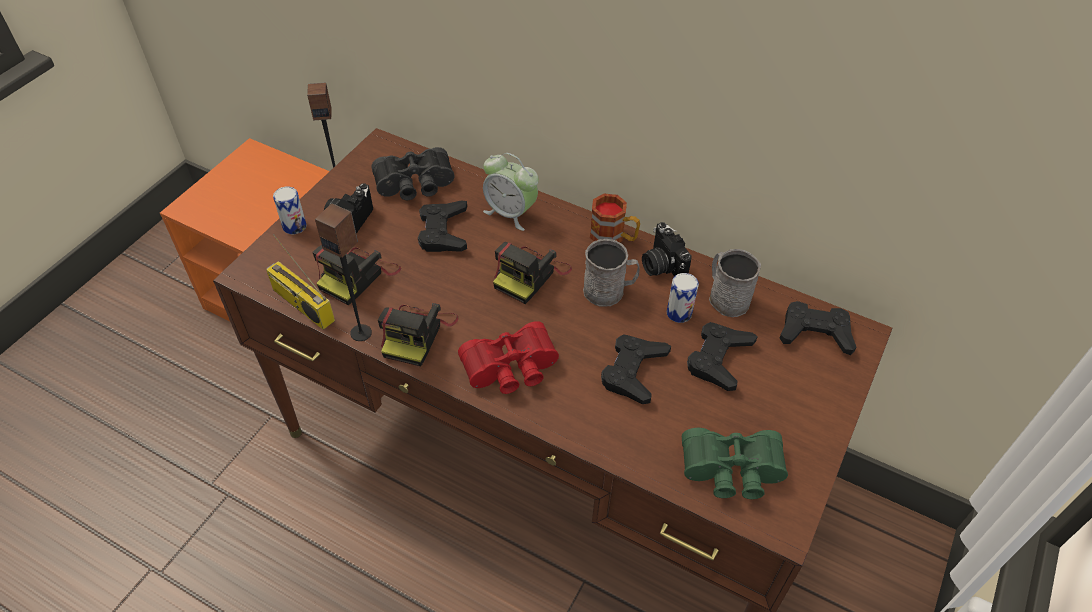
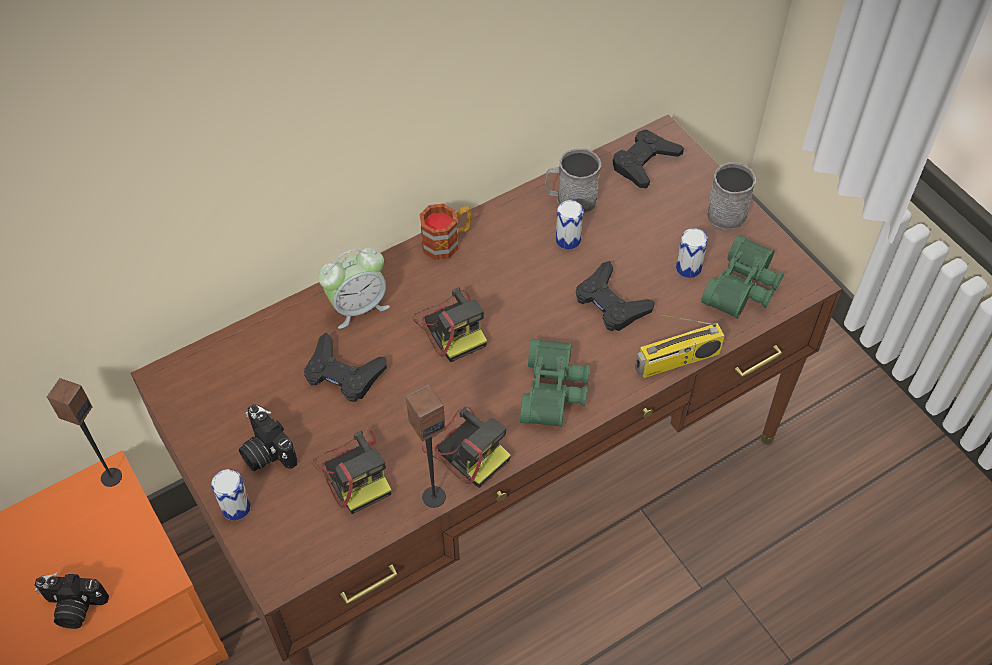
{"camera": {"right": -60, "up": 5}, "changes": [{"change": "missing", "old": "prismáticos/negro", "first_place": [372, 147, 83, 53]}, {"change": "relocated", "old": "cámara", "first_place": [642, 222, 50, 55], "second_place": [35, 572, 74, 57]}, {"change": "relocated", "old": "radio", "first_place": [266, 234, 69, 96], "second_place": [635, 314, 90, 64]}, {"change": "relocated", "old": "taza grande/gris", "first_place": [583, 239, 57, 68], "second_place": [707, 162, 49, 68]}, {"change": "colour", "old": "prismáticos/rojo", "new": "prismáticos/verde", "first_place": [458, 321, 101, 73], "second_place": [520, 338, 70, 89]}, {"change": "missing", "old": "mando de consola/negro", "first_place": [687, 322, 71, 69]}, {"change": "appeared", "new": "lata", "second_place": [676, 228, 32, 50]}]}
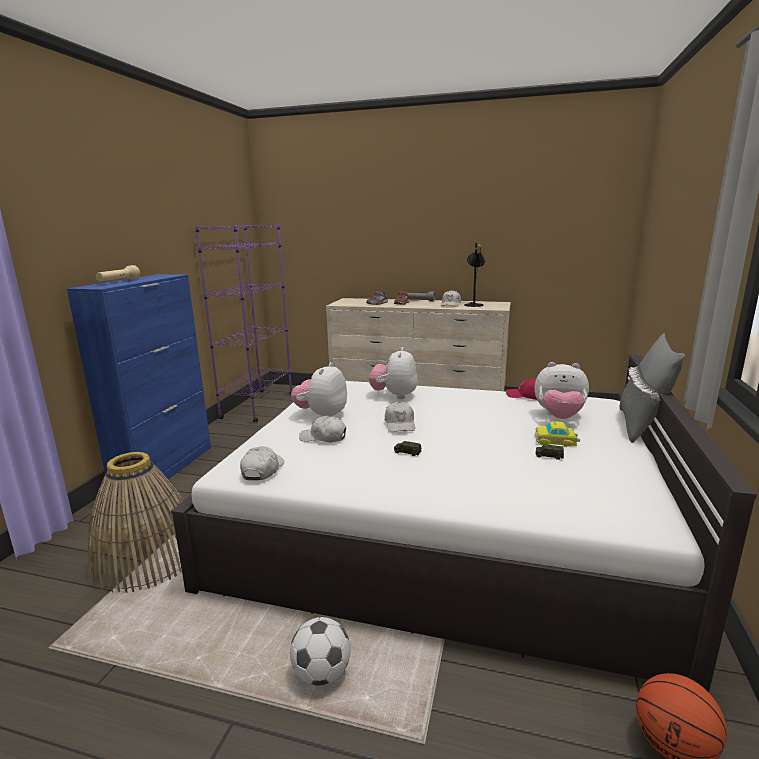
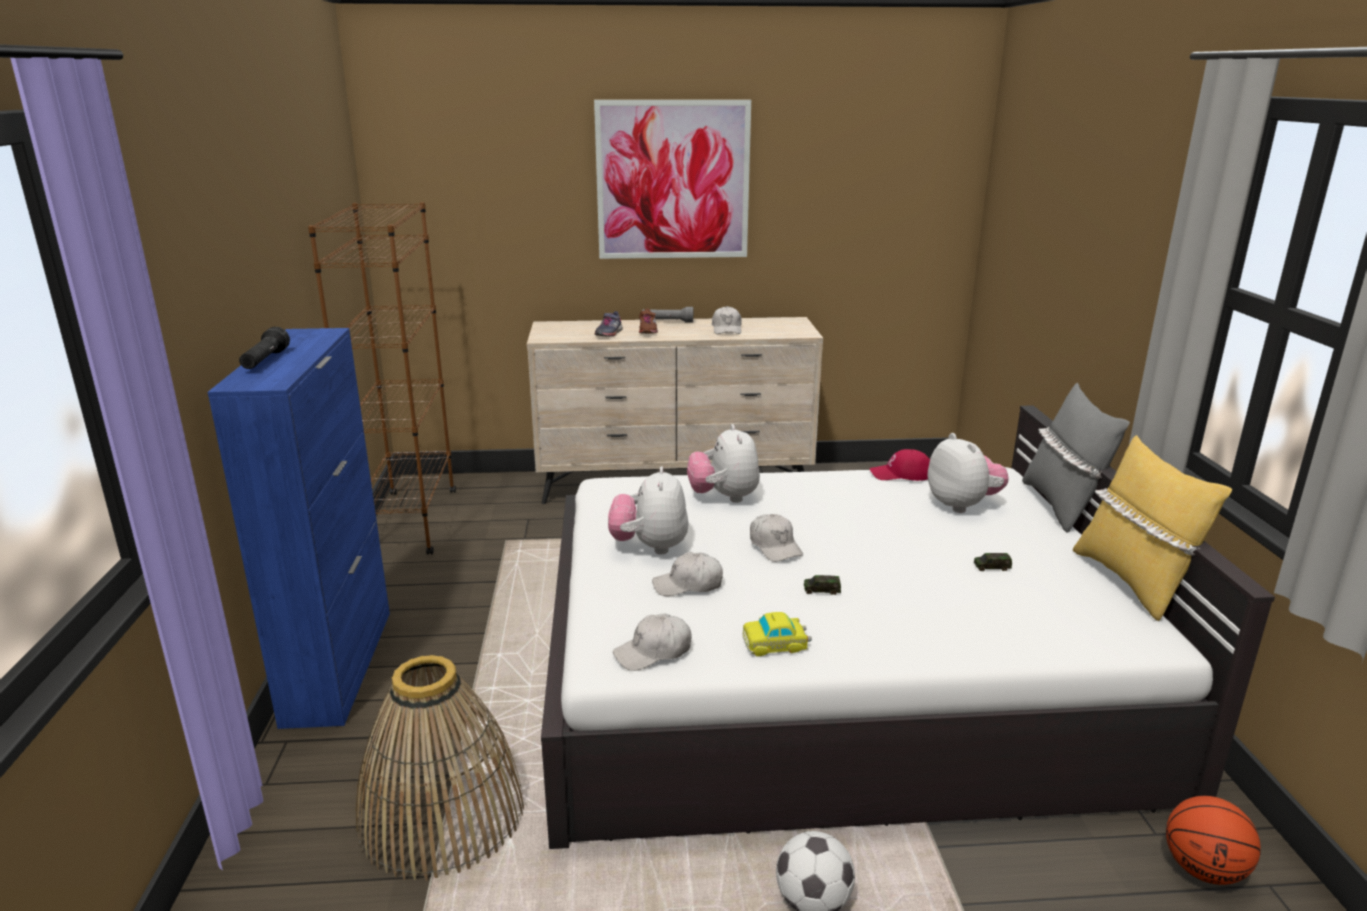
{"camera": {"right": -20, "up": 5}, "changes": [{"change": "colour", "old": "estantería/morado", "new": "estantería/marrón", "first_place": [195, 224, 97, 198], "second_place": [308, 202, 148, 353]}, {"change": "missing", "old": "lámpara de mesa/negro", "first_place": [464, 243, 21, 64]}, {"change": "colour", "old": "linterna/beis", "new": "linterna/negro", "first_place": [96, 265, 44, 17], "second_place": [239, 327, 51, 42]}, {"change": "spun", "old": "peluche", "first_place": [534, 362, 55, 57], "second_place": [927, 433, 82, 80], "degrees": -105}, {"change": "relocated", "old": "coche de juguete", "first_place": [535, 421, 45, 26], "second_place": [742, 612, 70, 45]}, {"change": "spun", "old": "gorra/blanco", "first_place": [240, 446, 44, 34], "second_place": [613, 613, 79, 58], "degrees": -105}, {"change": "appeared", "new": "cuadro", "second_place": [594, 100, 157, 159]}, {"change": "appeared", "new": "cojín/amarillo", "second_place": [1073, 435, 159, 186]}]}
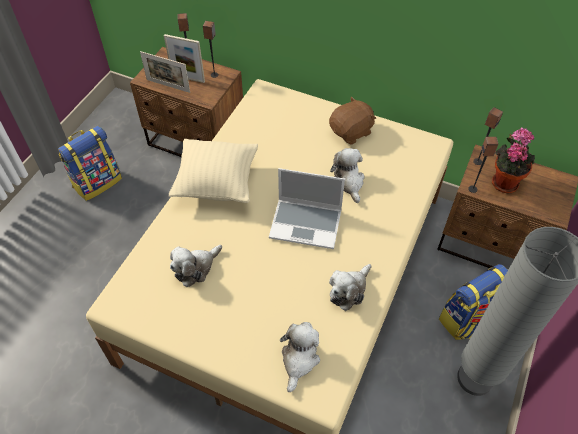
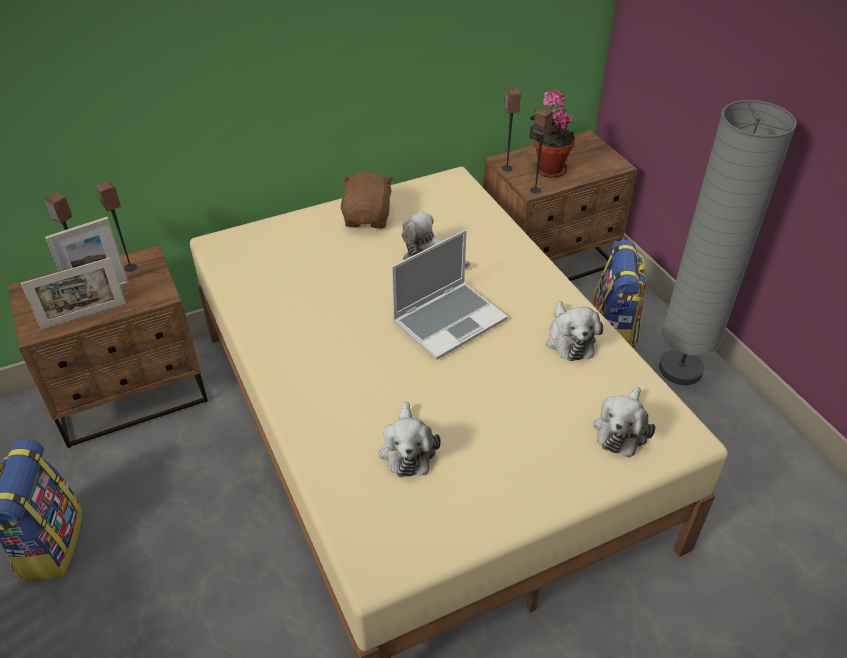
{"camera": {"right": -50, "up": -10}, "changes": [{"change": "missing", "old": "cojín/beis", "first_place": [169, 139, 89, 64]}, {"change": "spun", "old": "peluche", "first_place": [280, 322, 40, 70], "second_place": [593, 387, 63, 70], "degrees": -120}]}
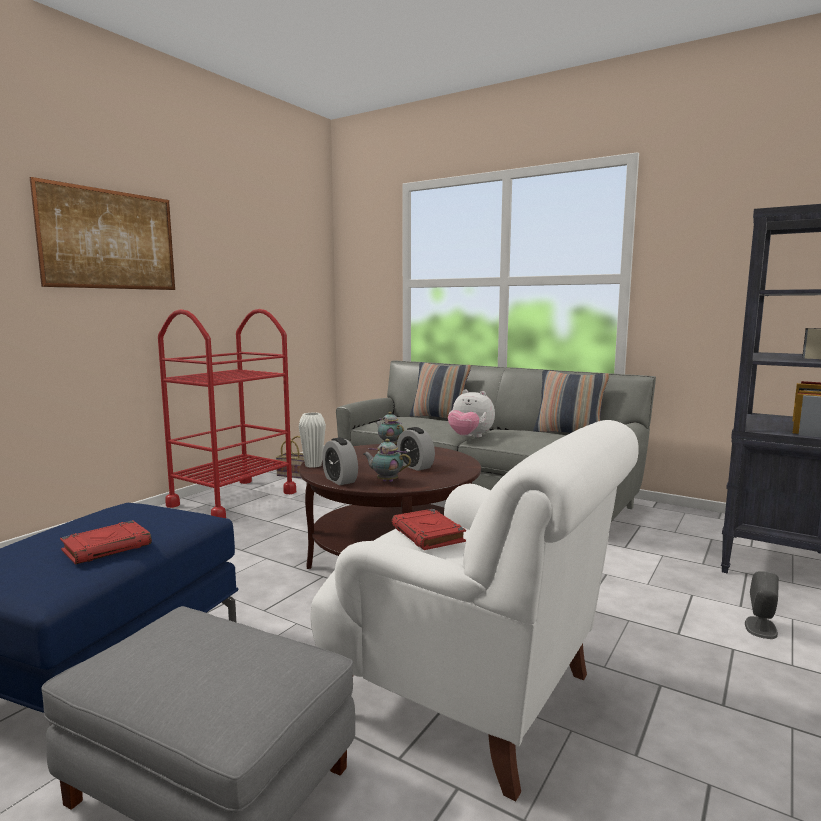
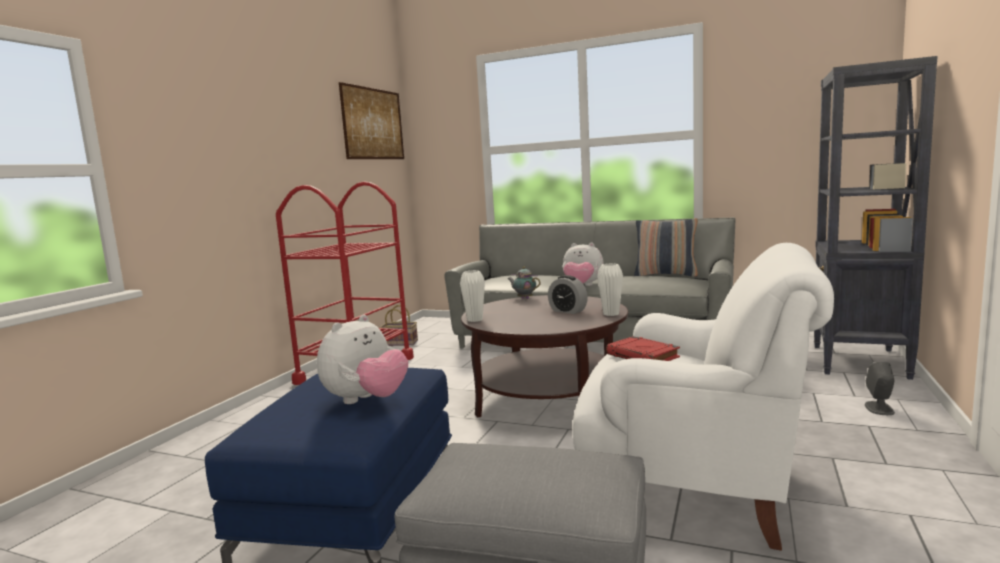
{"camera": {"right": -10, "up": 0}, "changes": [{"change": "relocated", "old": "cuadro", "first_place": [30, 177, 145, 113], "second_place": [339, 82, 65, 77]}, {"change": "missing", "old": "cojín", "first_place": [410, 362, 61, 56]}, {"change": "missing", "old": "despertador", "first_place": [322, 438, 36, 47]}, {"change": "missing", "old": "tetera", "first_place": [364, 439, 47, 43]}, {"change": "exchanged", "old": "libro/rojo", "new": "peluche", "first_place": [60, 520, 92, 45], "second_place": [317, 315, 91, 89]}, {"change": "appeared", "new": "florero/blanco", "second_place": [597, 263, 26, 53]}]}
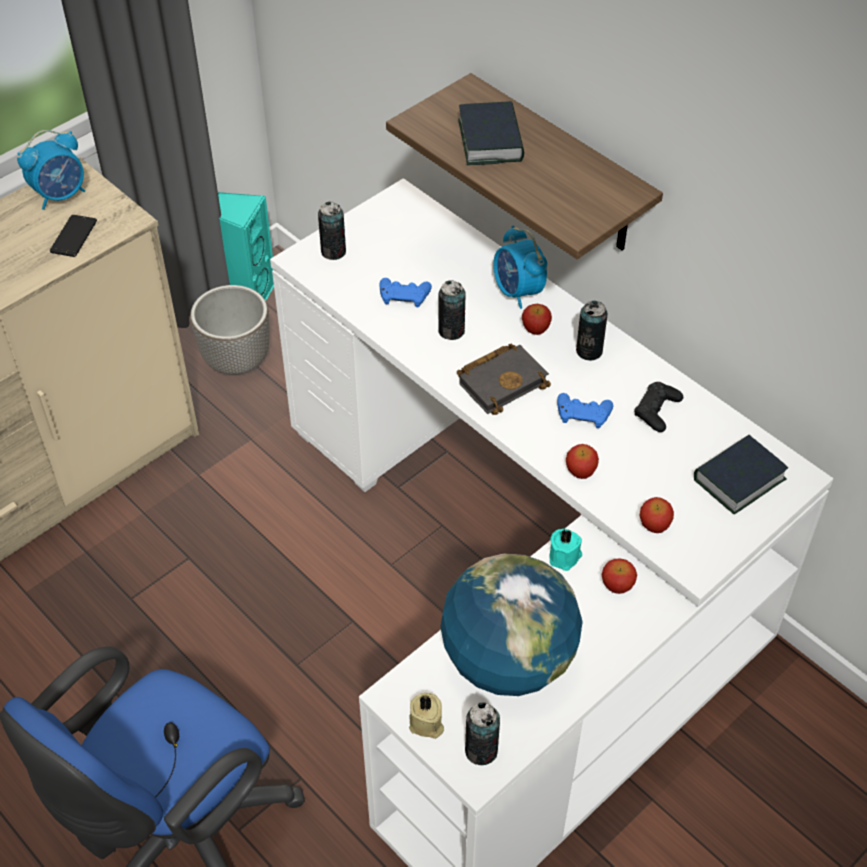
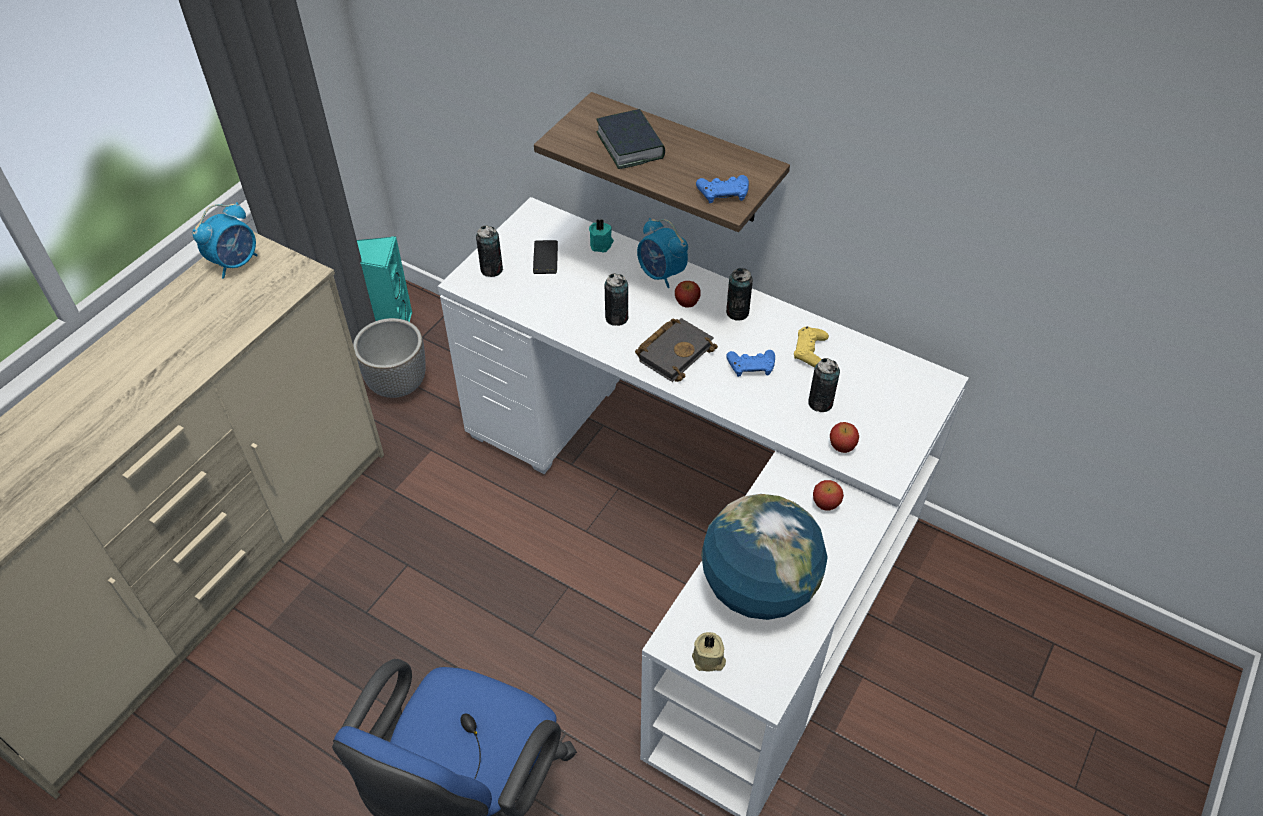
{"camera": {"right": -15, "up": 0}, "changes": [{"change": "relocated", "old": "móvil", "first_place": [50, 215, 47, 42], "second_place": [533, 240, 25, 34]}, {"change": "relocated", "old": "mando de consola/azul", "first_place": [379, 278, 53, 30], "second_place": [696, 175, 53, 28]}, {"change": "colour", "old": "mando de consola/negro", "new": "mando de consola/amarillo", "first_place": [634, 382, 49, 50], "second_place": [794, 326, 35, 41]}, {"change": "missing", "old": "libro", "first_place": [694, 435, 94, 79]}, {"change": "missing", "old": "manzana", "first_place": [566, 444, 33, 35]}, {"change": "relocated", "old": "vela/turquesa", "first_place": [549, 529, 33, 42], "second_place": [589, 219, 25, 33]}, {"change": "relocated", "old": "lata", "first_place": [465, 702, 35, 63], "second_place": [808, 358, 32, 54]}]}
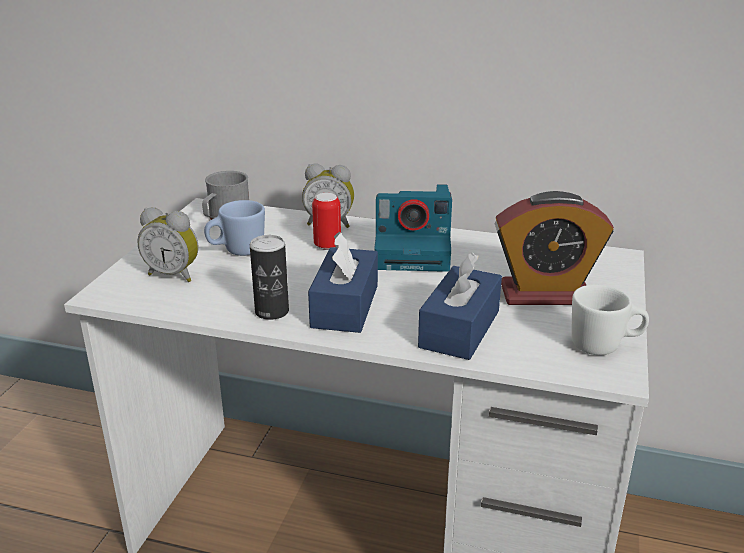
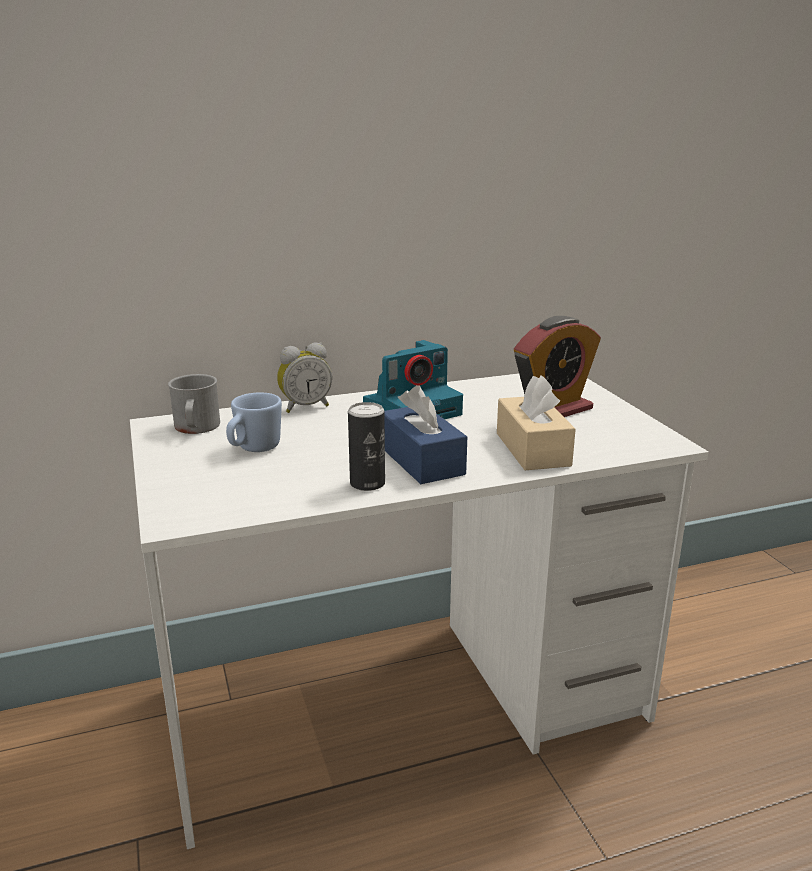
{"camera": {"right": -35, "up": -5}, "changes": [{"change": "missing", "old": "lata", "first_place": [312, 193, 29, 57]}, {"change": "missing", "old": "despertador", "first_place": [137, 207, 61, 75]}, {"change": "colour", "old": "caja de pañuelos/azul", "new": "caja de pañuelos/beis", "first_place": [418, 252, 84, 108], "second_place": [497, 375, 79, 95]}, {"change": "missing", "old": "taza grande/blanco", "first_place": [571, 285, 78, 70]}]}
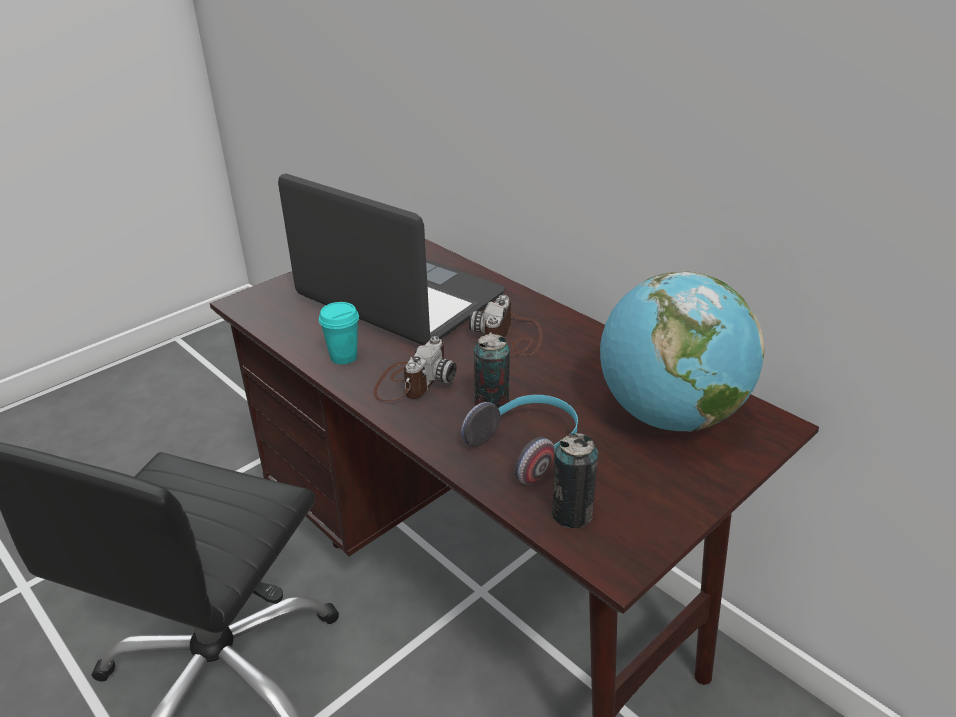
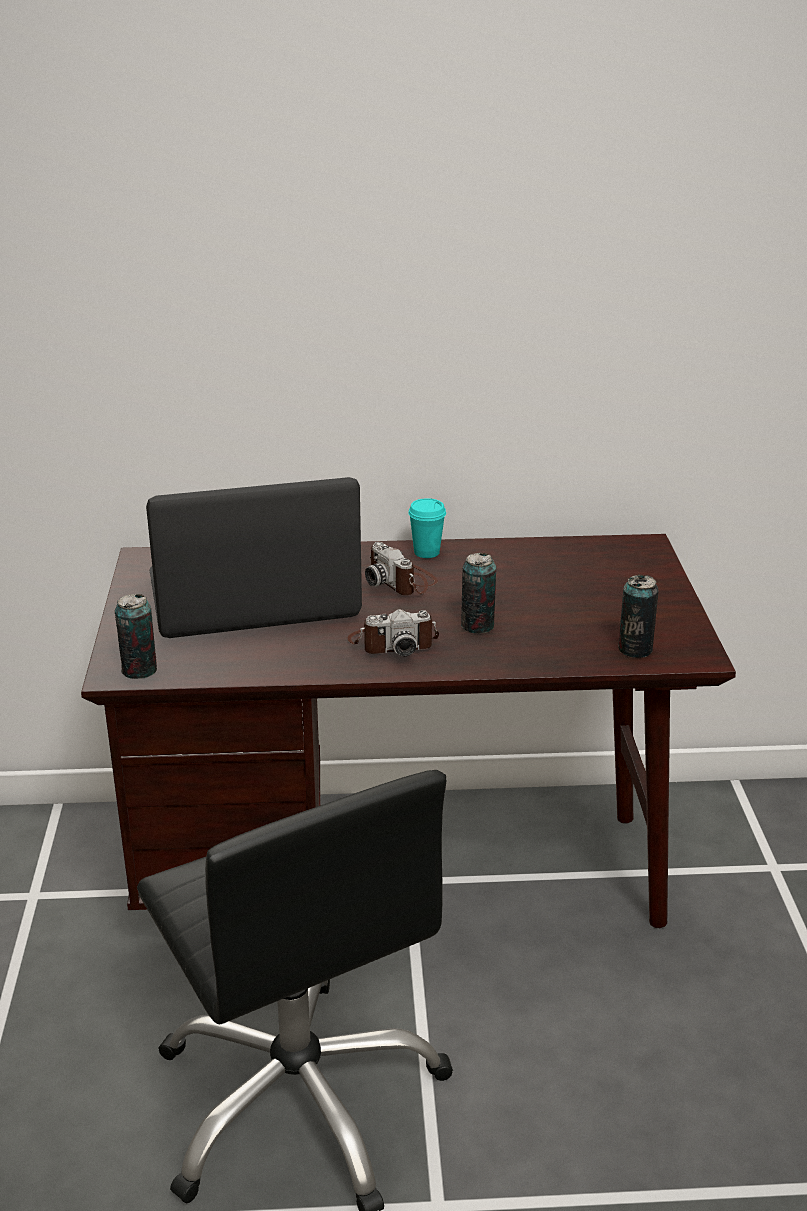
{"camera": {"right": -50, "up": -5}, "changes": [{"change": "missing", "old": "globo terráqueo", "first_place": [600, 272, 165, 160]}, {"change": "relocated", "old": "taza/turquesa", "first_place": [319, 302, 40, 62], "second_place": [408, 498, 38, 60]}, {"change": "spun", "old": "cámara", "first_place": [373, 336, 84, 66], "second_place": [347, 609, 92, 47], "degrees": 105}, {"change": "missing", "old": "auriculares", "first_place": [461, 395, 117, 90]}, {"change": "appeared", "new": "lata", "second_place": [115, 594, 42, 85]}]}
